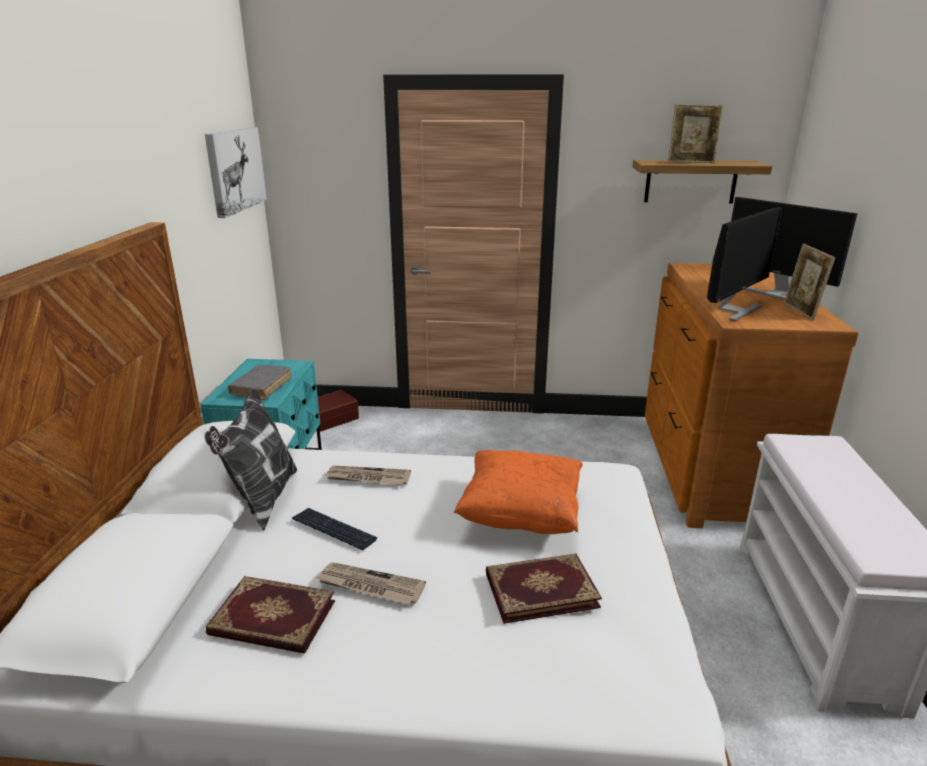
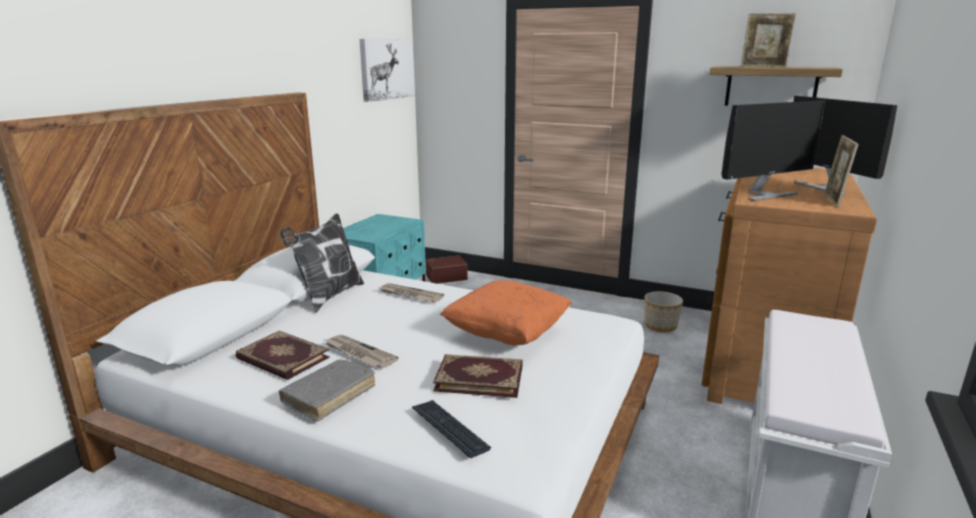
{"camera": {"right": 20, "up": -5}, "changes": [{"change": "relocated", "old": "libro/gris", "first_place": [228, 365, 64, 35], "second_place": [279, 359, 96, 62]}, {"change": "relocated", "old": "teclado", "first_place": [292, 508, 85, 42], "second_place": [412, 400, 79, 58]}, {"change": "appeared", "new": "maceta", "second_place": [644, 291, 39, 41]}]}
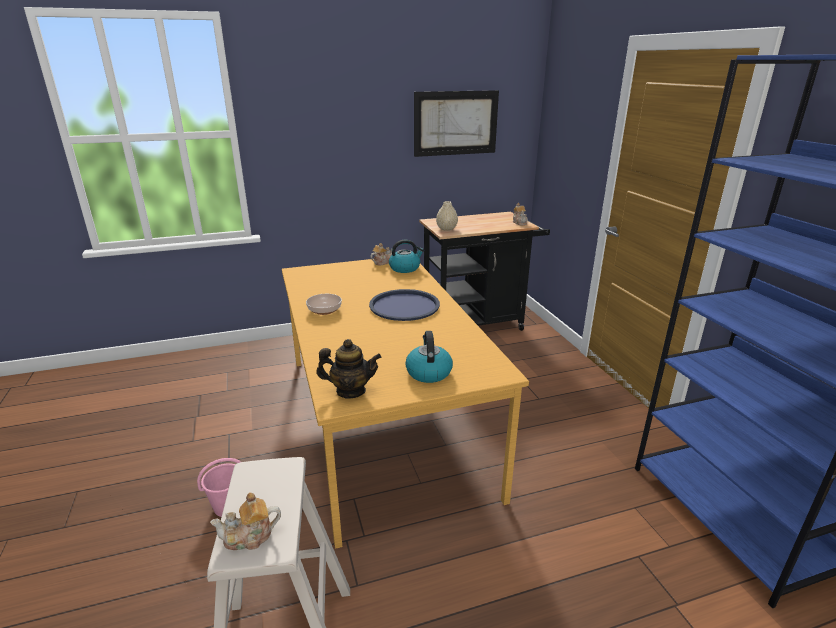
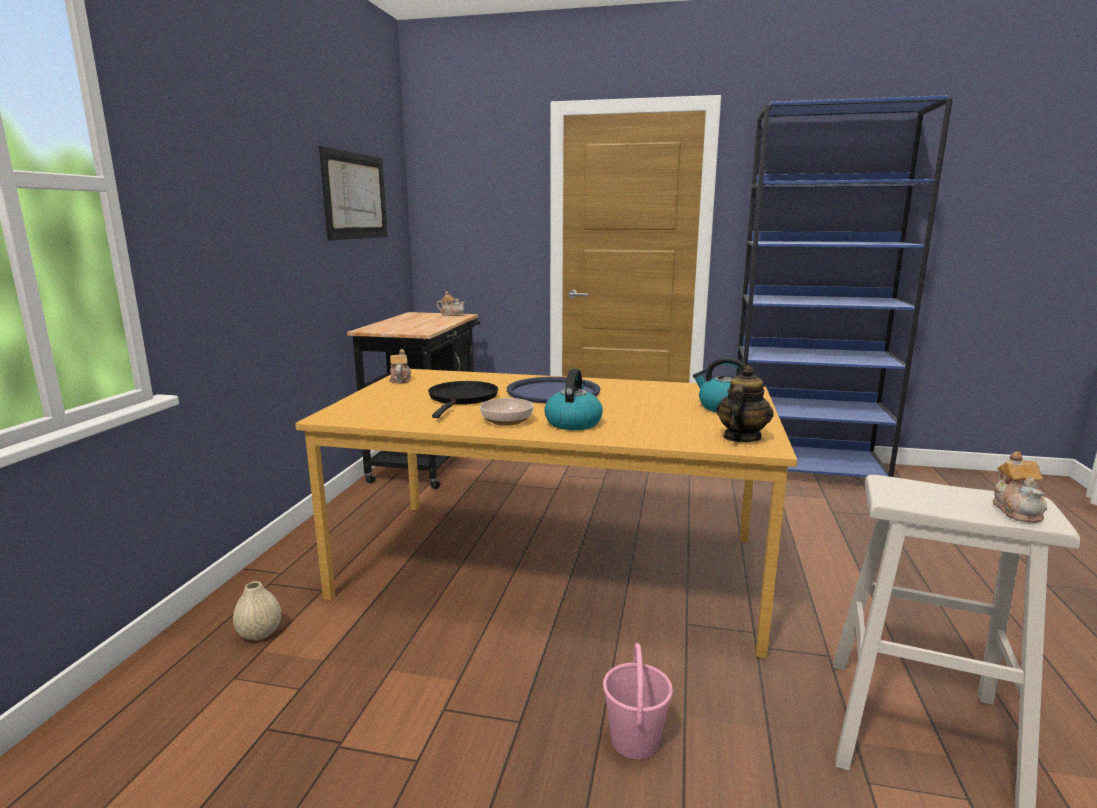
{"camera": {"right": -60, "up": -10}, "changes": [{"change": "relocated", "old": "florero/beis", "first_place": [436, 201, 22, 30], "second_place": [233, 581, 48, 60]}, {"change": "relocated", "old": "hervidor", "first_place": [389, 240, 35, 33], "second_place": [544, 369, 59, 61]}, {"change": "appeared", "new": "sartén/negro", "second_place": [428, 381, 70, 37]}]}
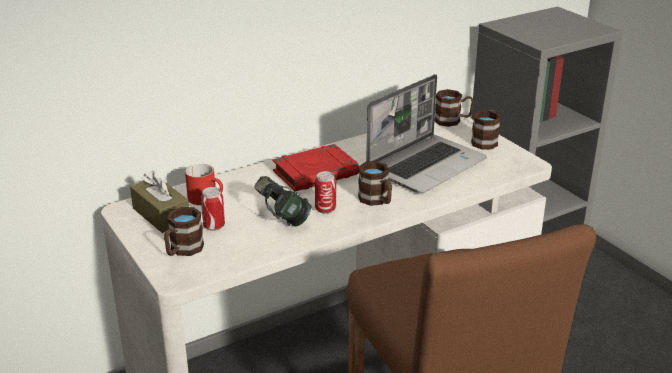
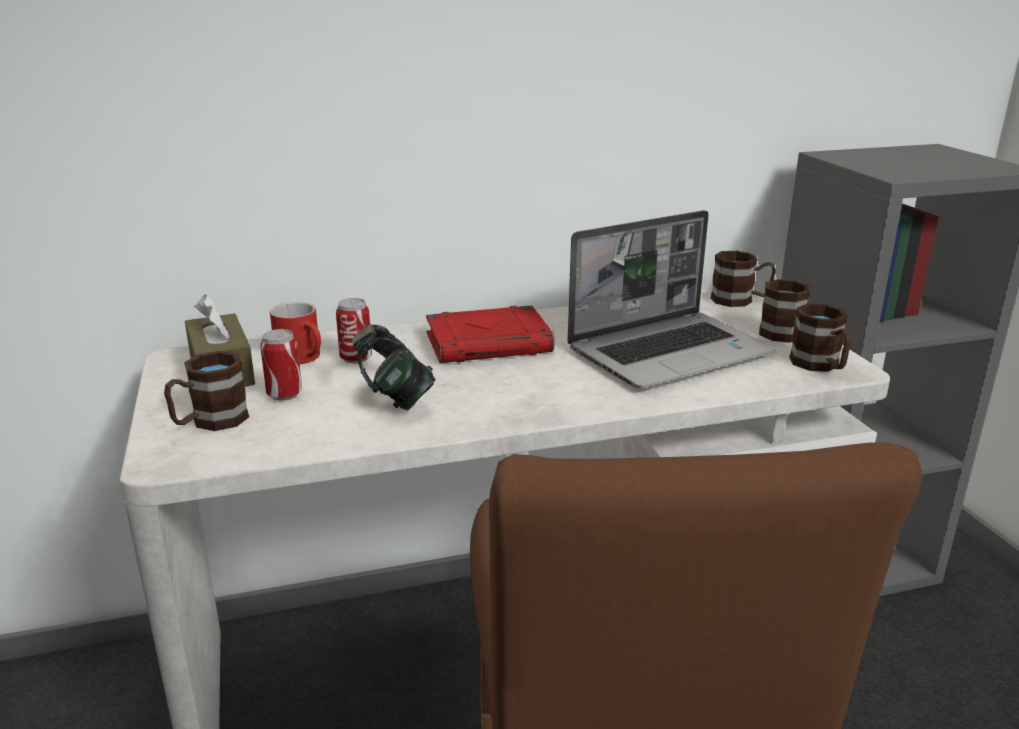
{"camera": {"right": 15, "up": -5}, "changes": [{"change": "relocated", "old": "taza grande/marrón", "first_place": [358, 161, 34, 45], "second_place": [789, 303, 63, 69]}, {"change": "relocated", "old": "lata", "first_place": [315, 171, 21, 43], "second_place": [336, 298, 36, 65]}]}
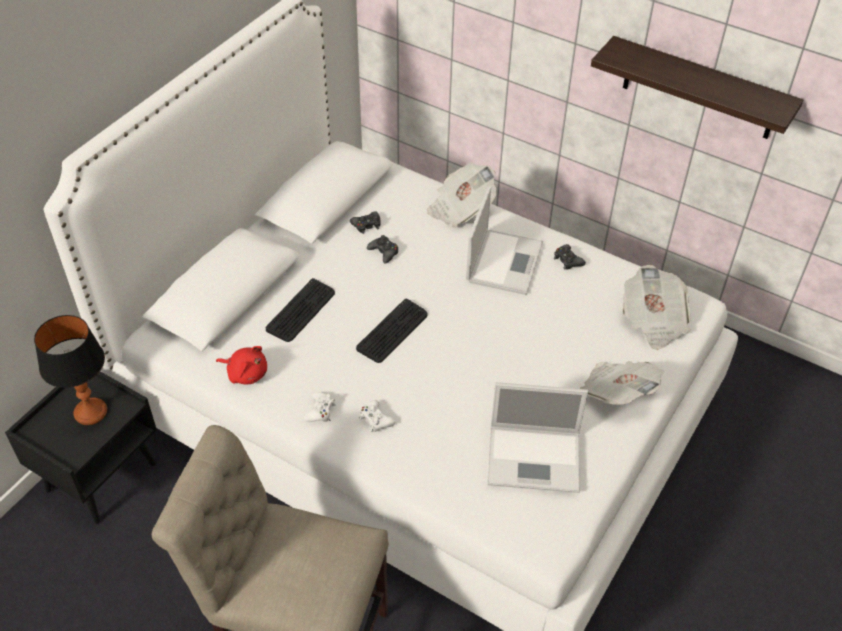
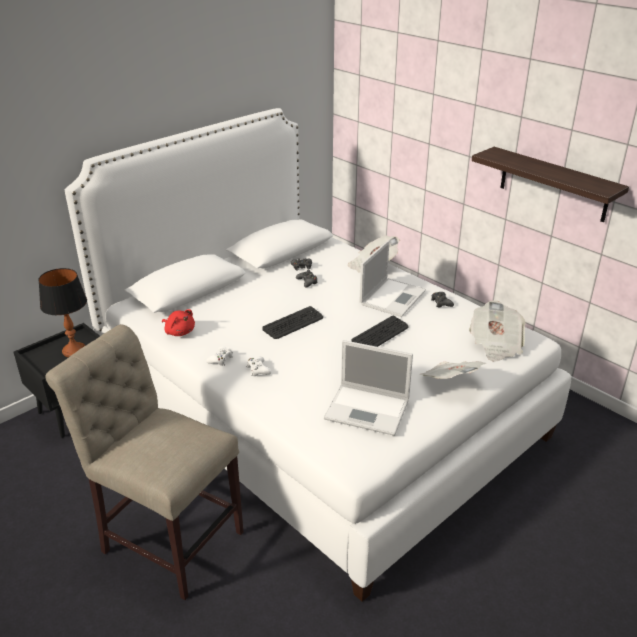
{"camera": {"right": 15, "up": -15}, "changes": [{"change": "relocated", "old": "teclado", "first_place": [266, 278, 69, 64], "second_place": [351, 316, 58, 31]}]}
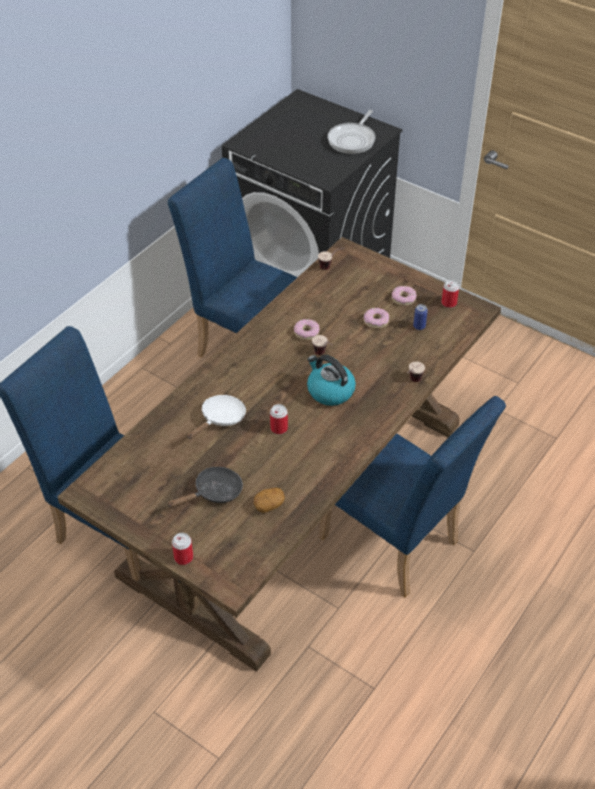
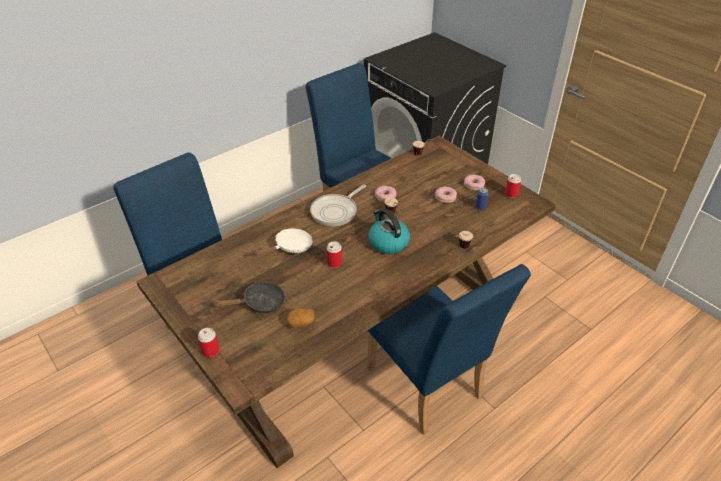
{"camera": {"right": 15, "up": -5}, "changes": [{"change": "relocated", "old": "sartén", "first_place": [327, 110, 49, 44], "second_place": [310, 184, 56, 42]}]}
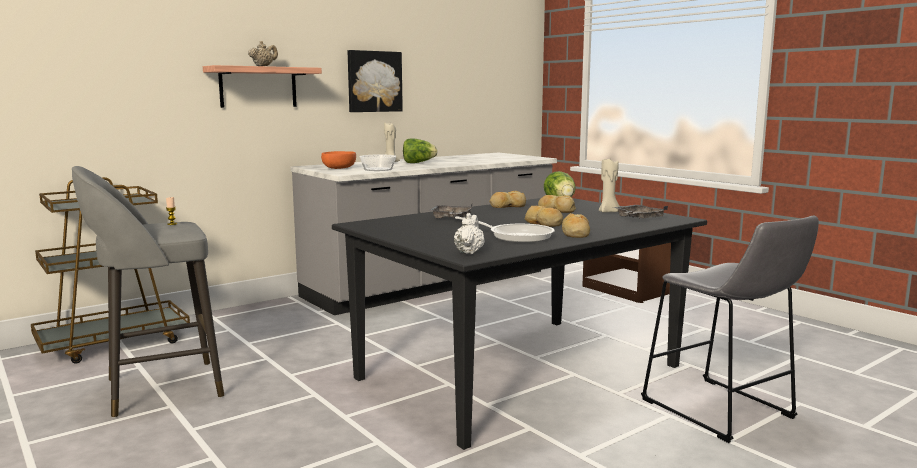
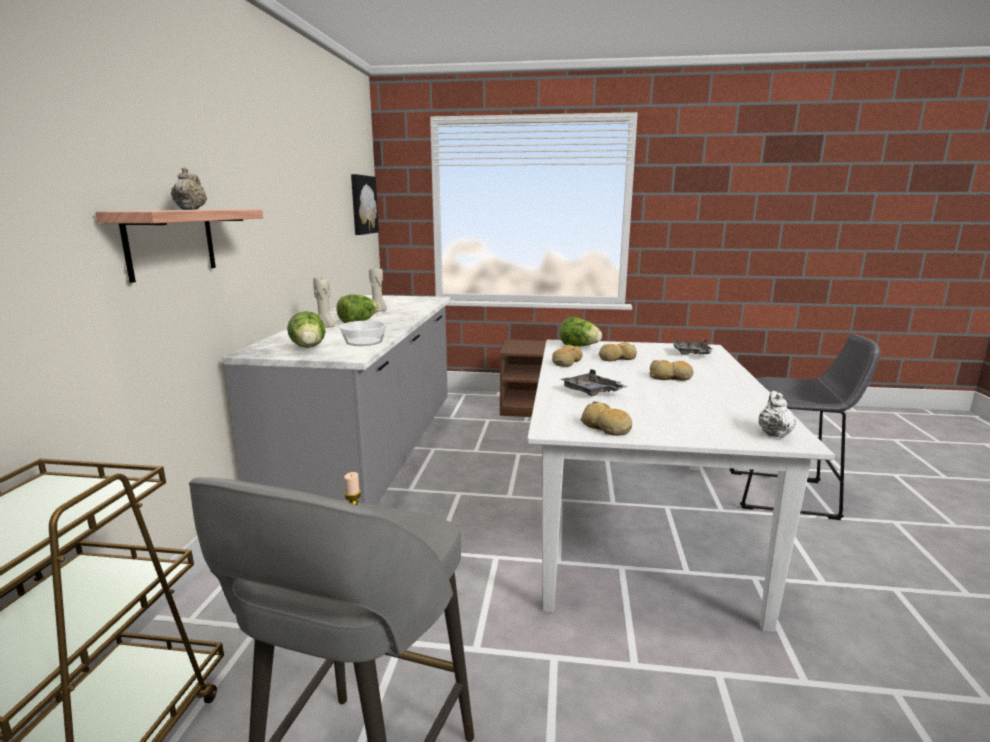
{"camera": {"right": -45, "up": 5}, "changes": [{"change": "relocated", "old": "cuadro", "first_place": [348, 50, 55, 62], "second_place": [351, 174, 28, 61]}, {"change": "exchanged", "old": "cuenco/naranja", "new": "lechuga", "first_place": [321, 151, 35, 18], "second_place": [287, 311, 38, 37]}, {"change": "relocated", "old": "vela/beis", "first_place": [599, 158, 21, 55], "second_place": [369, 267, 18, 45]}, {"change": "colour", "old": "mesa de comedor/negro", "new": "mesa de comedor/blanco", "first_place": [332, 198, 375, 252], "second_place": [527, 340, 308, 292]}, {"change": "spun", "old": "tetera/blanco", "first_place": [454, 213, 31, 41], "second_place": [758, 391, 39, 47], "degrees": 45}, {"change": "relocated", "old": "pan", "first_place": [562, 213, 28, 25], "second_place": [580, 401, 52, 35]}, {"change": "missing", "old": "sartén", "first_place": [455, 216, 100, 27]}]}
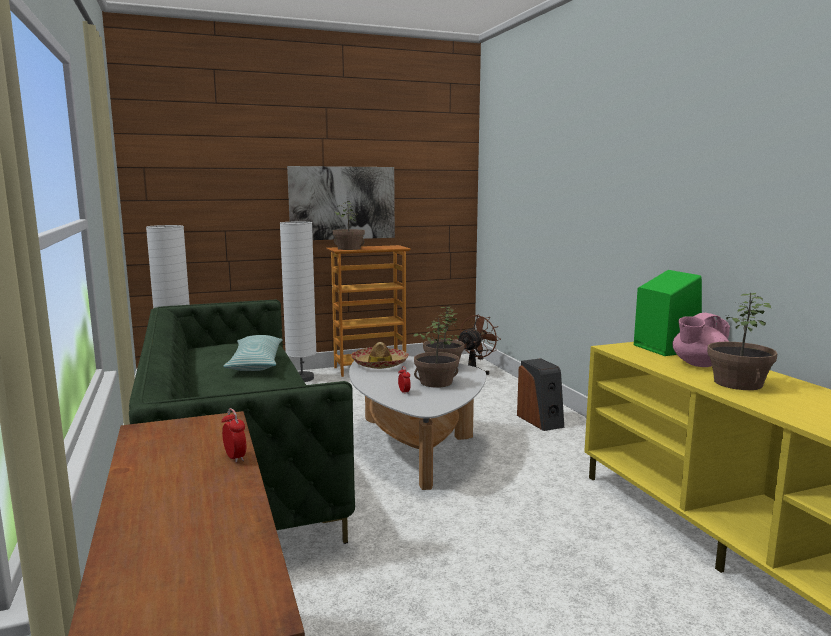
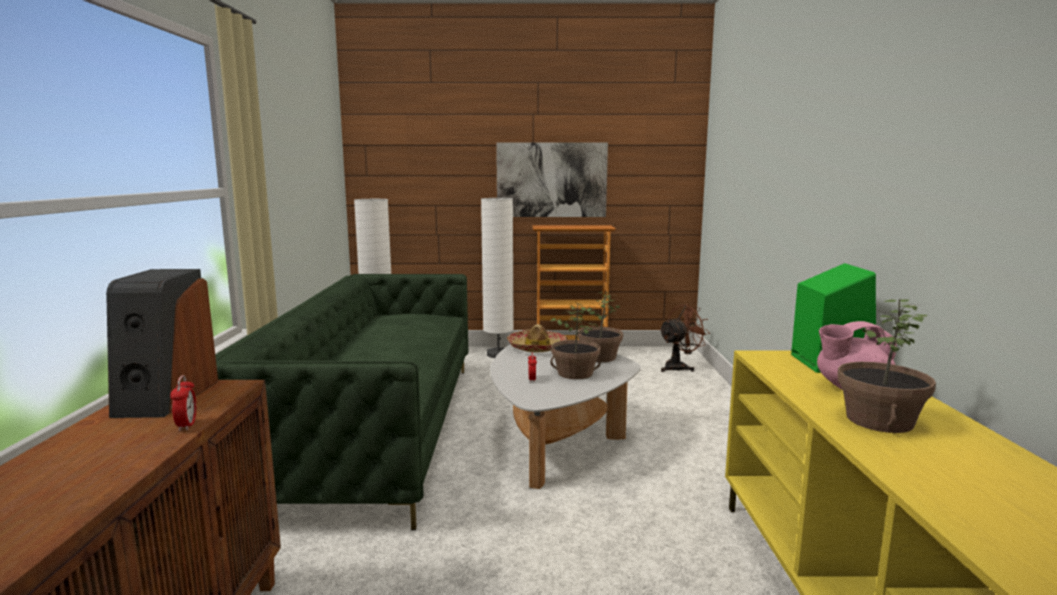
{"camera": {"right": 20, "up": 0}, "changes": [{"change": "missing", "old": "planta en maceta", "first_place": [333, 201, 32, 49]}, {"change": "missing", "old": "cojín", "first_place": [224, 335, 59, 36]}, {"change": "relocated", "old": "altavoz", "first_place": [517, 358, 47, 73], "second_place": [106, 269, 112, 149]}]}
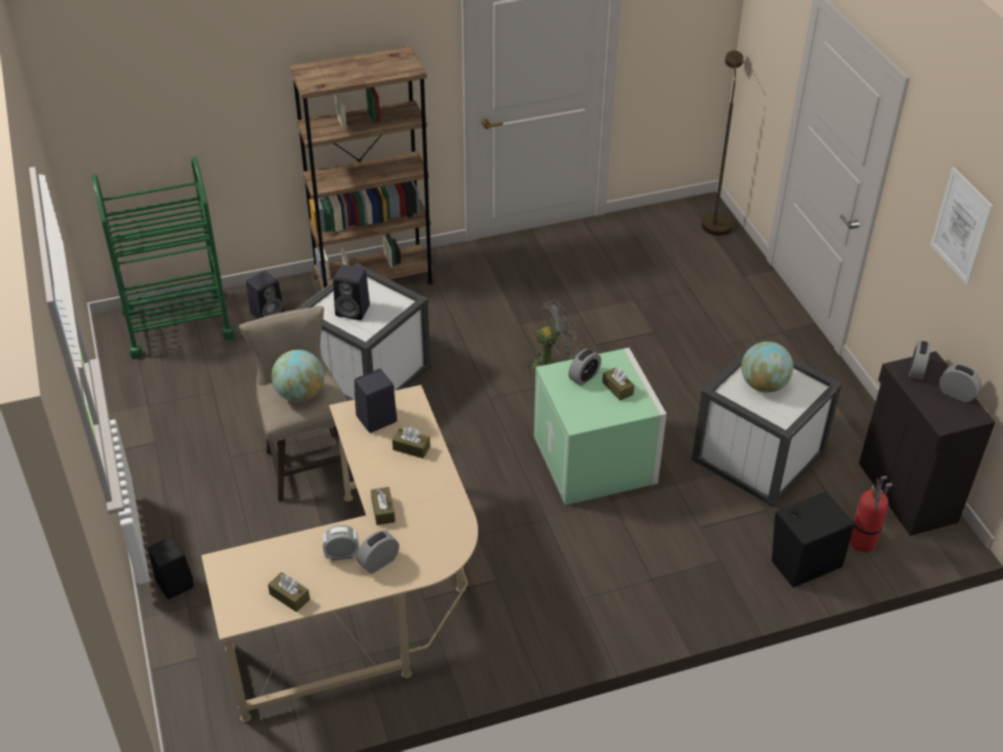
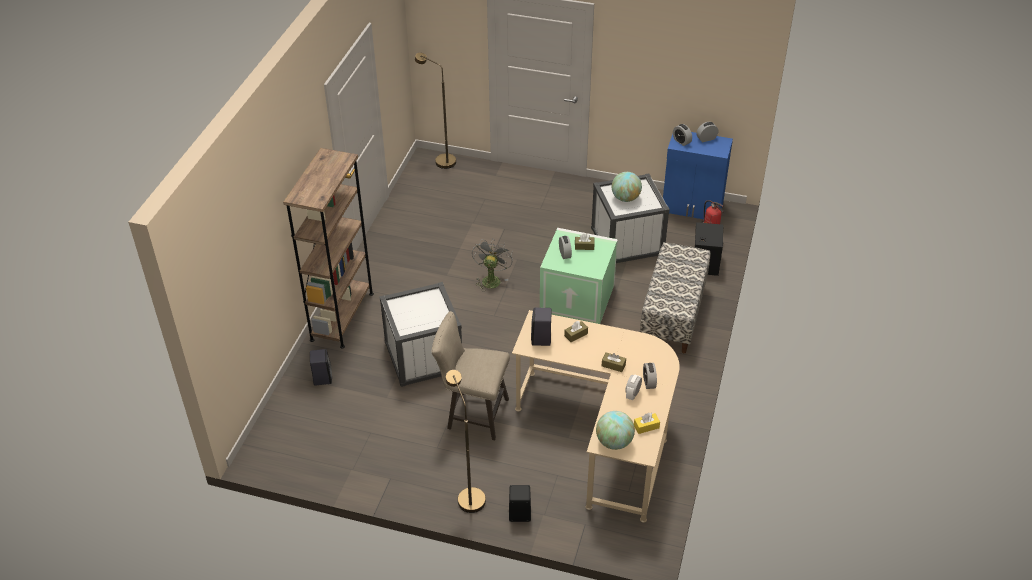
{"camera": {"right": -55, "up": 0}, "changes": [{"change": "missing", "old": "carrito/verde", "first_place": [92, 156, 143, 203]}, {"change": "missing", "old": "cuadro", "first_place": [930, 167, 63, 118]}, {"change": "missing", "old": "altavoz/negro", "first_place": [333, 265, 37, 55]}, {"change": "relocated", "old": "globo terráqueo", "first_place": [271, 350, 53, 52], "second_place": [596, 411, 39, 39]}, {"change": "colour", "old": "armario/negro", "new": "armario/azul", "first_place": [859, 351, 136, 185], "second_place": [663, 132, 70, 87]}, {"change": "colour", "old": "caja de pañuelos/marrón", "new": "caja de pañuelos/amarillo", "first_place": [268, 572, 42, 40], "second_place": [634, 413, 26, 21]}, {"change": "appeared", "new": "banco", "second_place": [640, 242, 71, 111]}, {"change": "appeared", "new": "lámpara de pie/marrón", "second_place": [446, 370, 40, 143]}]}
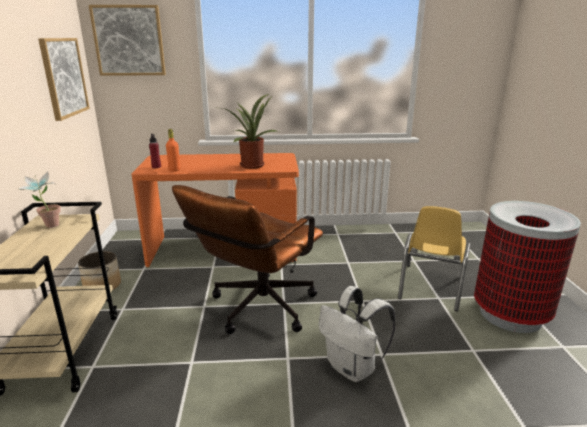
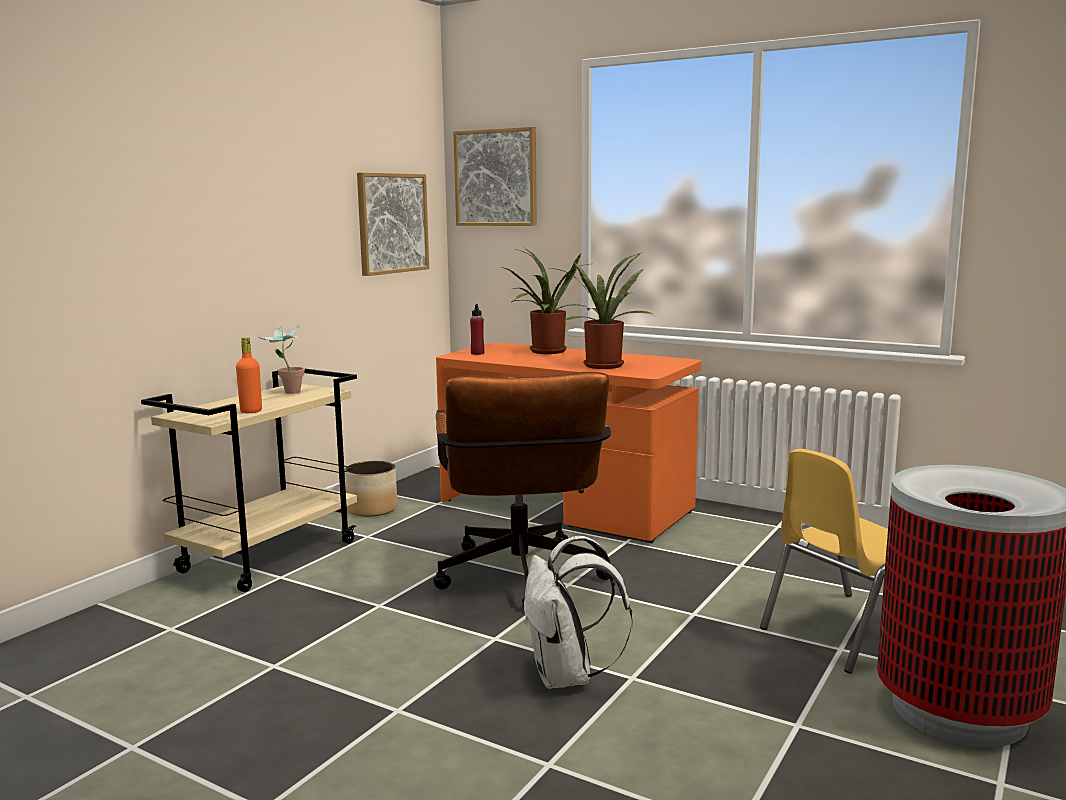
{"camera": {"right": 35, "up": -10}, "changes": [{"change": "relocated", "old": "botella/naranja", "first_place": [166, 129, 14, 43], "second_place": [236, 337, 26, 76]}, {"change": "spun", "old": "silla de oficina/marrón", "first_place": [172, 185, 151, 149], "second_place": [433, 372, 178, 234], "degrees": -75}, {"change": "appeared", "new": "planta en maceta", "second_place": [501, 248, 88, 106]}]}
